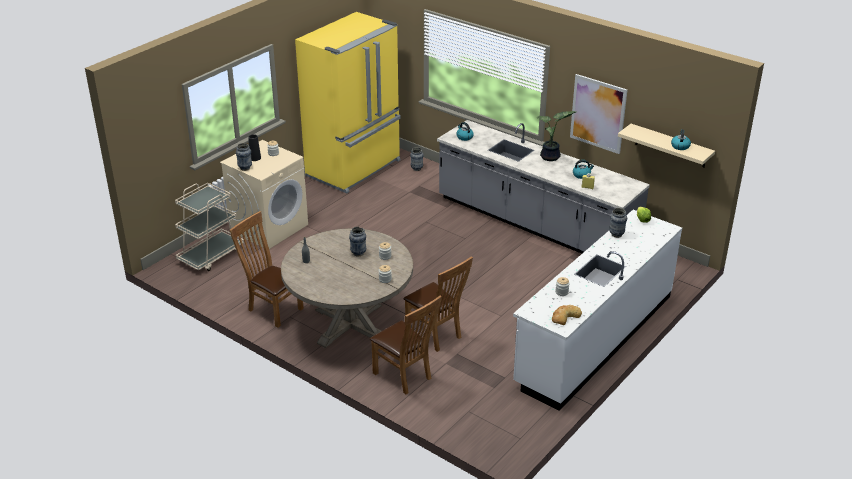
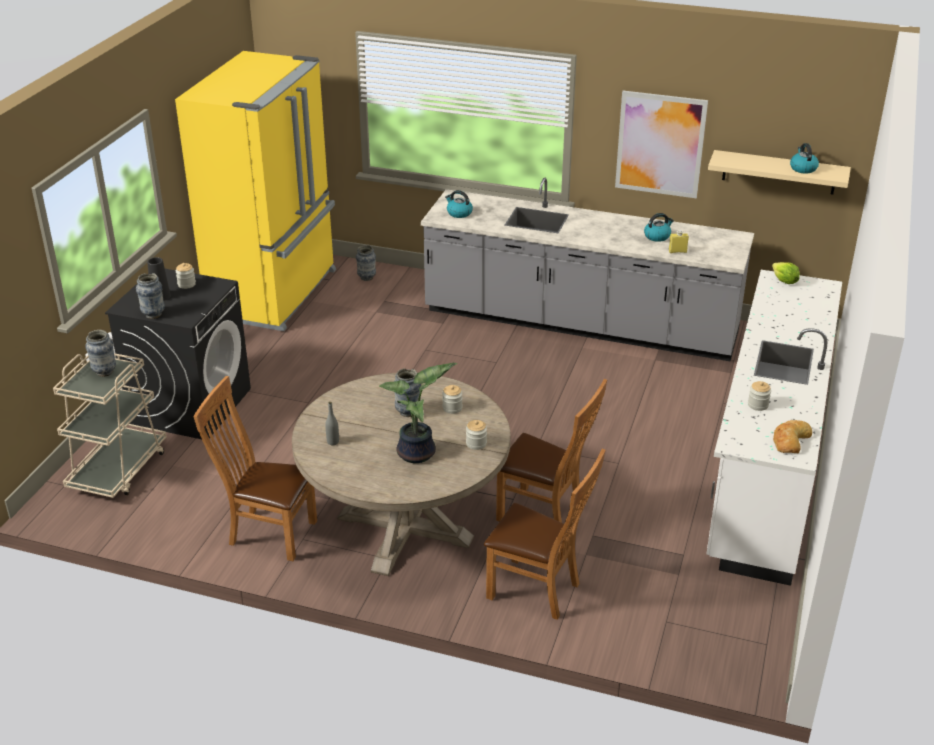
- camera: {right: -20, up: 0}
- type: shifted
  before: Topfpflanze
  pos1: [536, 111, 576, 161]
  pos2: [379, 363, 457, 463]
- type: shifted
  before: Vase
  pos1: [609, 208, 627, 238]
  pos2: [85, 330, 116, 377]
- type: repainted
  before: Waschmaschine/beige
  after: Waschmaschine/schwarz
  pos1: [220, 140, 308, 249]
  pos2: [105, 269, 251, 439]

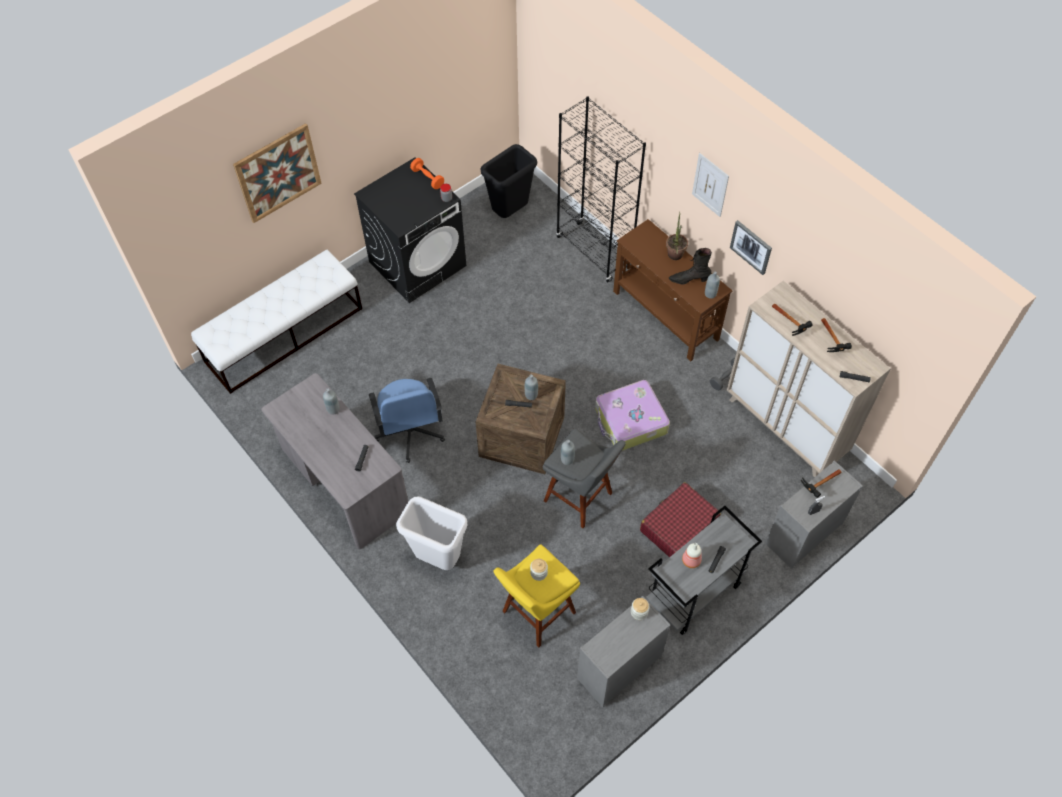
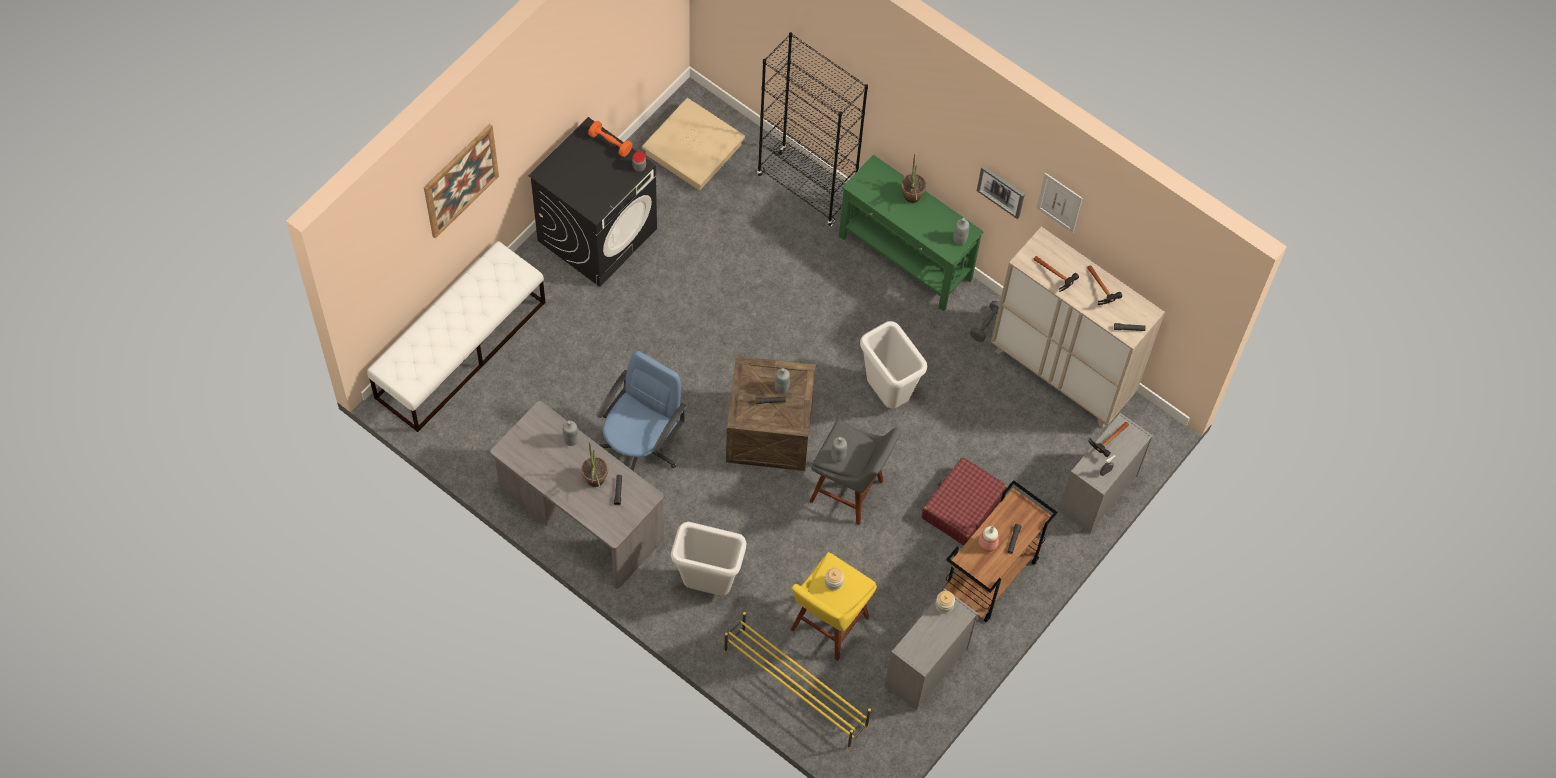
- camera: {right: -15, up: 5}
- type: gone
  before: Stiefel/schwarz
  pos1: [669, 248, 712, 284]
- type: new
  after: Topfpflanze
  pos2: [581, 442, 608, 487]
- type: new
  after: Schuhregal/gelb
  pos2: [724, 612, 871, 748]
- type: shifted
  before: Bild
  pos1: [692, 153, 729, 217]
  pos2: [1037, 173, 1083, 233]
- type: swapped
  before: Mülleimer/schwarz
  after: Aufbewahrungsbox/beige
  pos1: [481, 144, 537, 218]
  pos2: [642, 98, 745, 191]
- type: swapped
  before: Koffer
  after: Mülleimer/weiß
  pos1: [595, 380, 670, 451]
  pos2: [860, 321, 927, 409]
- type: repainted
  before: Konsolentisch/braun
  after: Konsolentisch/grün
  pos1: [613, 219, 732, 361]
  pos2: [839, 155, 984, 311]
- type: repainted
  before: Rollwagen/grau
  after: Rollwagen/braun
  pos1: [646, 506, 762, 635]
  pos2: [943, 480, 1057, 622]
- type: rotated
  before: Bürostuhl/blau
  pos1: [369, 378, 445, 463]
  pos2: [596, 351, 686, 471]
  turn: -120

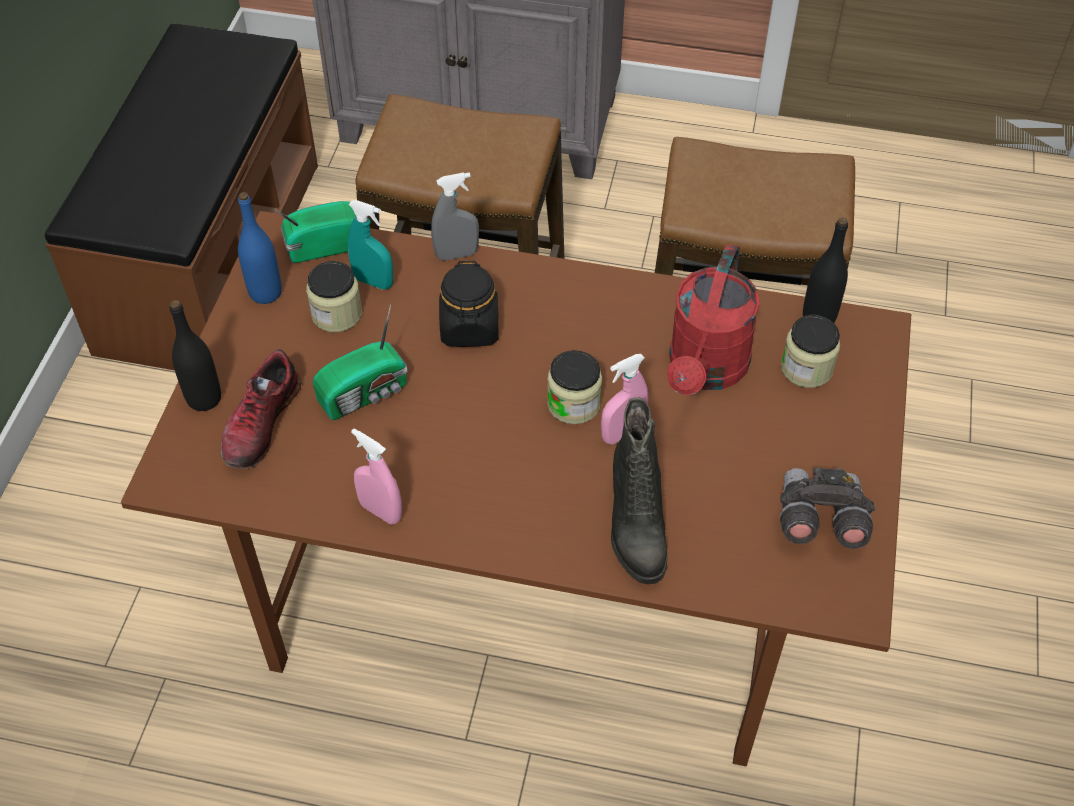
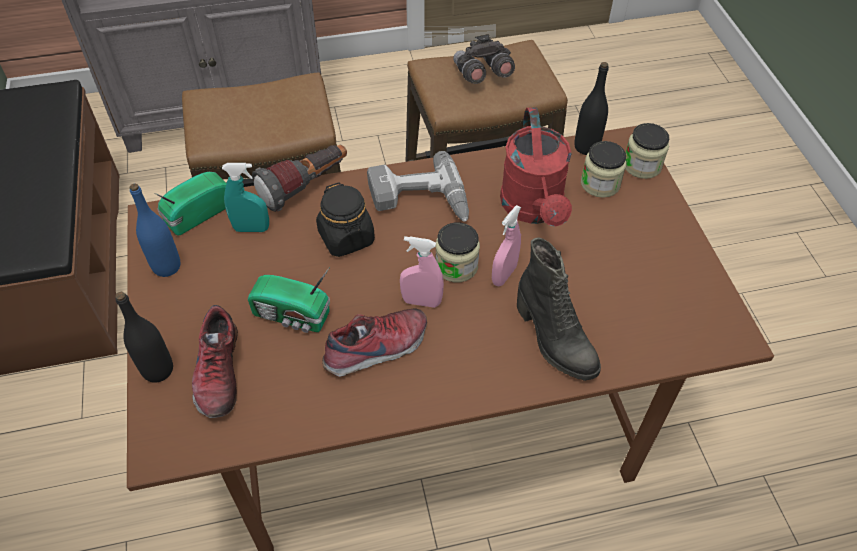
- camera: {right: -25, up: 0}
- type: new
  after: Schuh
  pos2: [322, 308, 427, 377]
- type: new
  after: Bohrmaschine
  pos2: [367, 151, 469, 222]
- type: shifted
  before: Vorratsglas
  pos1: [306, 261, 362, 332]
  pos2: [625, 123, 669, 179]
- type: shifted
  before: Sprühflasche/rosa
  pos1: [351, 428, 402, 524]
  pos2: [400, 236, 444, 308]
- type: shifted
  before: Fernglas/grau
  pos1: [780, 467, 875, 549]
  pos2: [453, 34, 515, 84]
- type: swapped
  before: Sprühflasche/grau
  after: Taschenlampe
  pos1: [431, 172, 479, 261]
  pos2: [252, 145, 347, 212]
- type: rotated
  before: Radio
  pos1: [313, 304, 407, 420]
  pos2: [248, 267, 330, 333]
  turn: 75

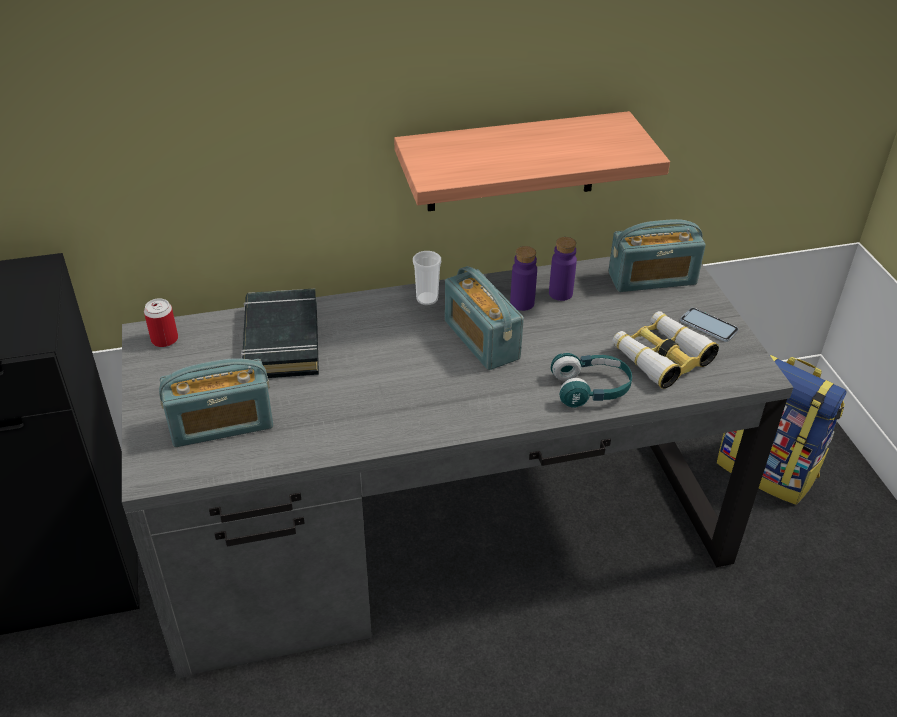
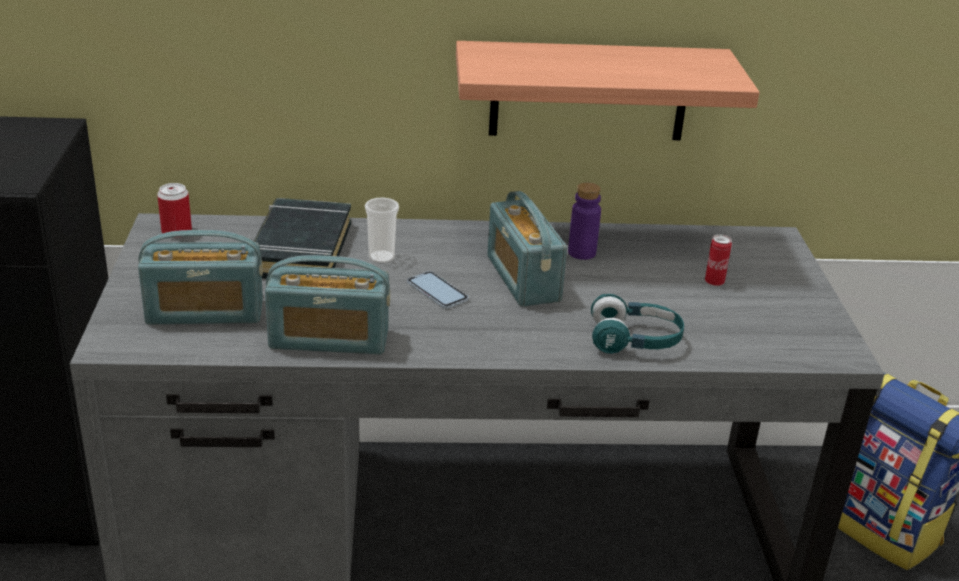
- camera: {right: 10, up: -10}
- type: gone
  before: Flasche/lila
  pos1: [549, 237, 577, 301]
- type: gone
  before: Fernglas
  pos1: [612, 311, 719, 389]
- type: new
  after: Dose
  pos2: [705, 234, 732, 287]
- type: shifted
  before: Tasse
  pos1: [413, 251, 441, 305]
  pos2: [365, 197, 399, 264]
- type: shifted
  before: Radio
  pos1: [608, 219, 706, 292]
  pos2: [265, 255, 390, 354]
- type: shifted
  before: Handy
  pos1: [680, 308, 739, 342]
  pos2: [407, 271, 468, 309]

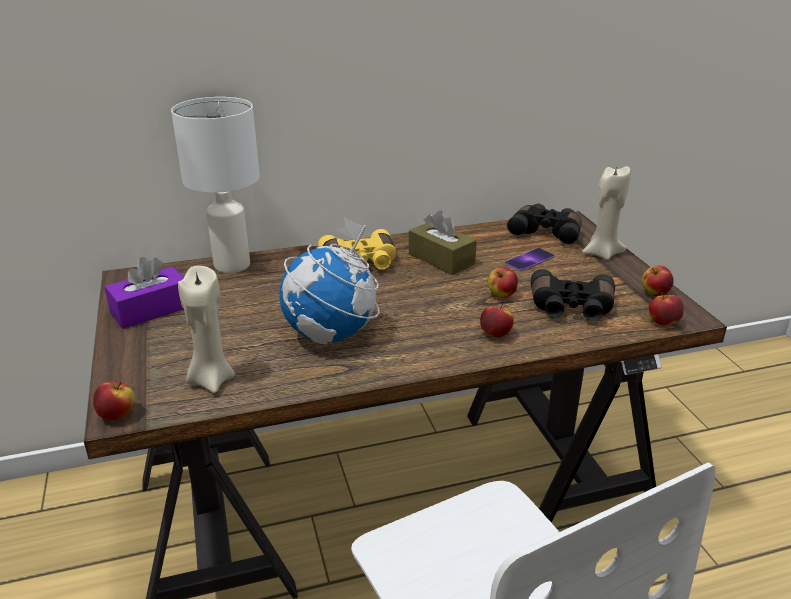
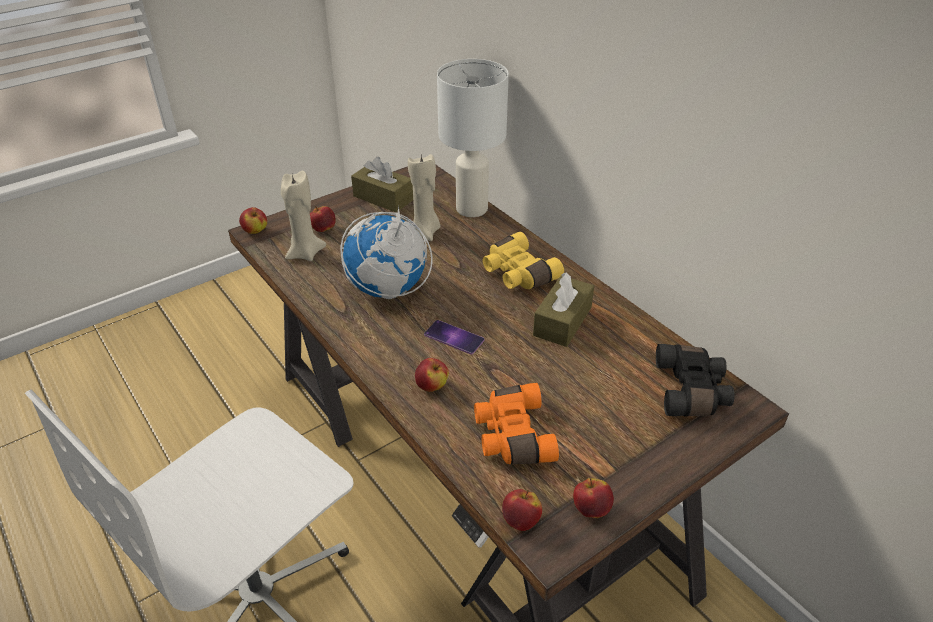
- camera: {right: 70, up: 10}
- type: shifted
  before: Apfel
  pos1: [488, 267, 518, 298]
  pos2: [310, 206, 336, 232]
- type: shifted
  before: Handy
  pos1: [505, 248, 555, 272]
  pos2: [424, 320, 484, 355]
- type: shifted
  before: Kerze/beige
  pos1: [582, 166, 631, 260]
  pos2: [408, 154, 441, 241]
- type: repainted
  before: Taschentuchbox/lila
  after: Taschentuchbox/braun
  pos1: [104, 257, 184, 329]
  pos2: [351, 157, 413, 213]
- type: repainted
  before: Fernglas/schwarz
  after: Fernglas/orange
  pos1: [531, 269, 615, 321]
  pos2: [474, 383, 559, 464]

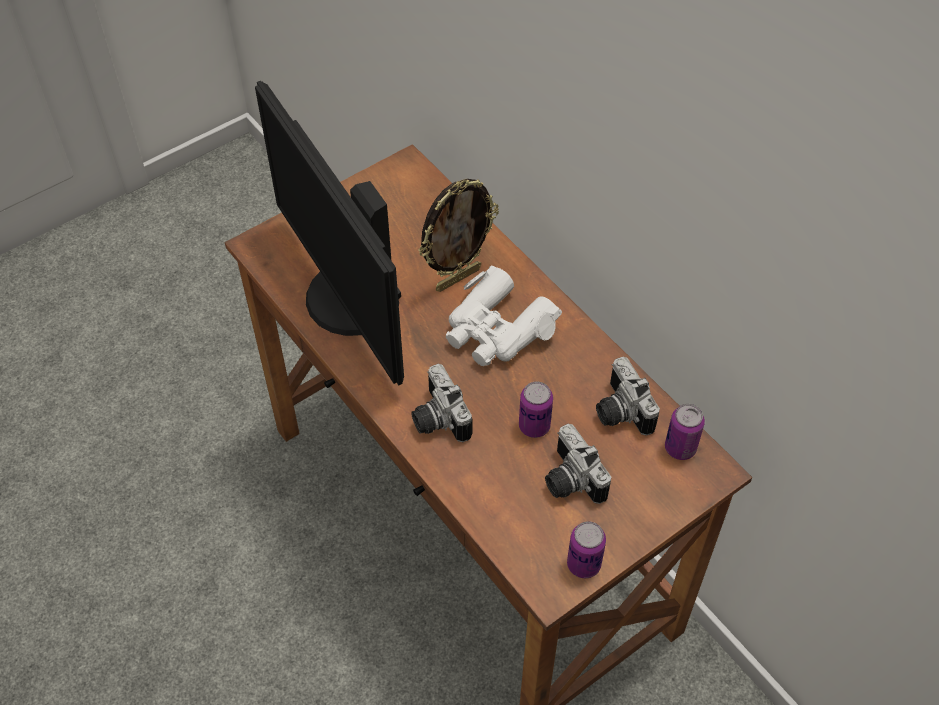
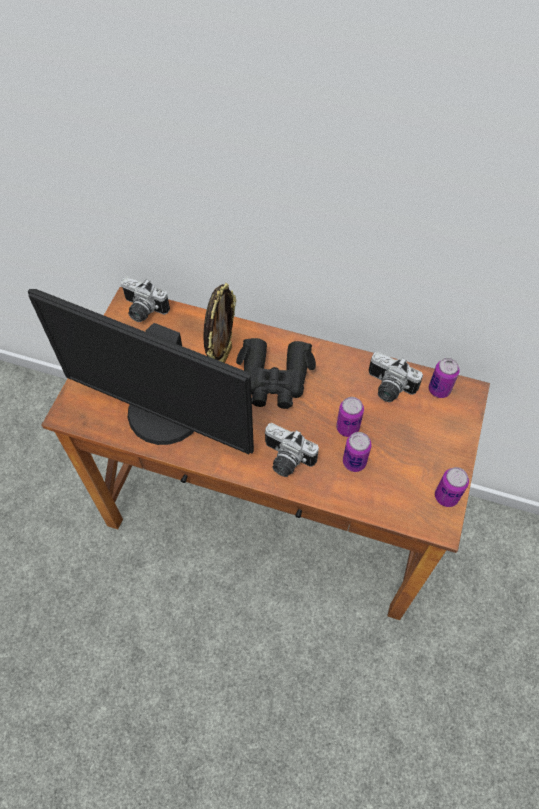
- camera: {right: -35, up: 5}
- type: new
  after: Dose
  pos2: [343, 432, 371, 472]
- type: shifted
  before: Kamera
  pos1: [545, 424, 611, 504]
  pos2: [121, 277, 170, 322]
- type: repainted
  before: Fernglas/weiß
  after: Fernglas/schwarz
  pos1: [446, 265, 562, 366]
  pos2: [236, 338, 316, 409]

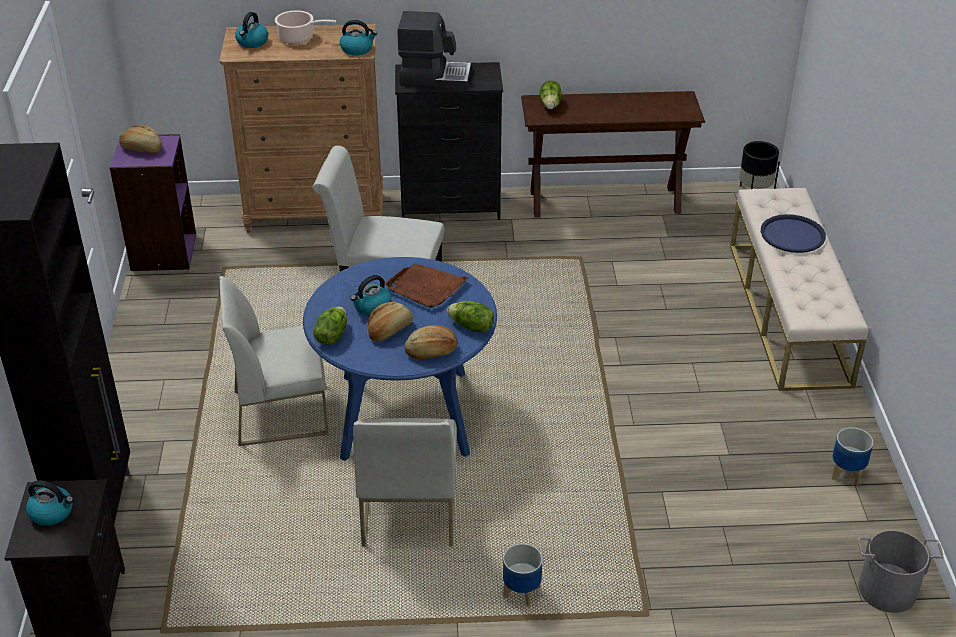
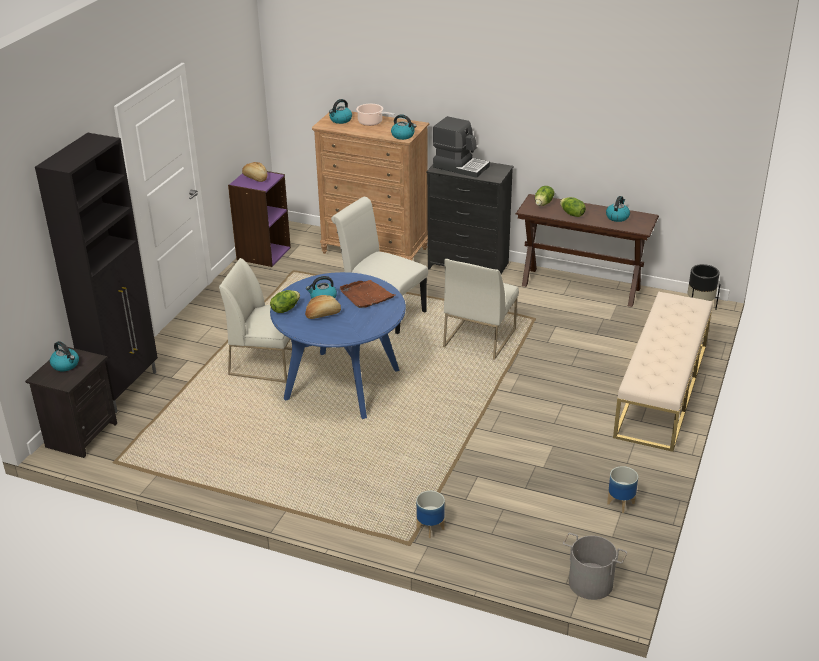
- camera: {right: 25, up: -5}
- type: gone
  before: Brot
  pos1: [404, 325, 458, 359]
- type: gone
  before: Tablett/blau
  pos1: [761, 214, 826, 253]
- type: new
  after: Wasserkessel
  pos2: [606, 196, 630, 222]
- type: shifted
  before: Stuhl/weiß
  pos1: [353, 418, 457, 547]
  pos2: [443, 259, 519, 360]
- type: shifted
  before: Salatkopf
  pos1: [447, 301, 494, 332]
  pos2: [560, 197, 586, 217]
- type: shifted
  before: Pflanzkübel
  pos1: [503, 544, 542, 607]
  pos2: [416, 491, 445, 538]

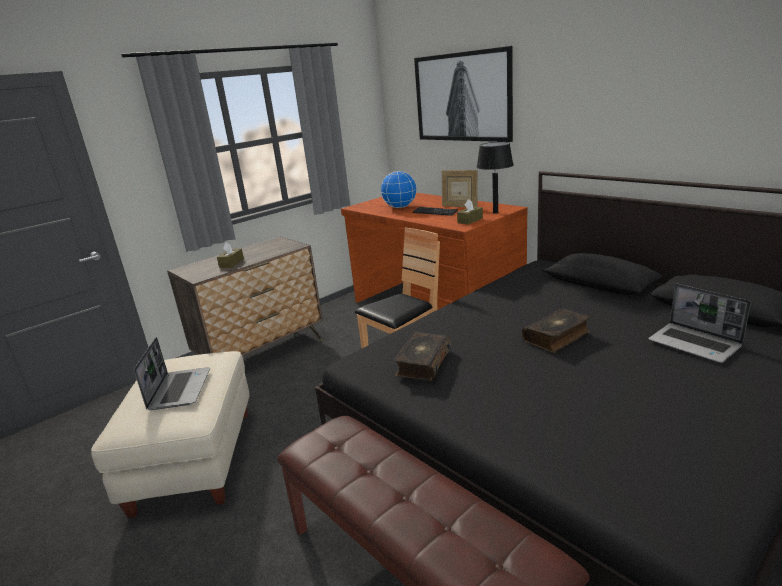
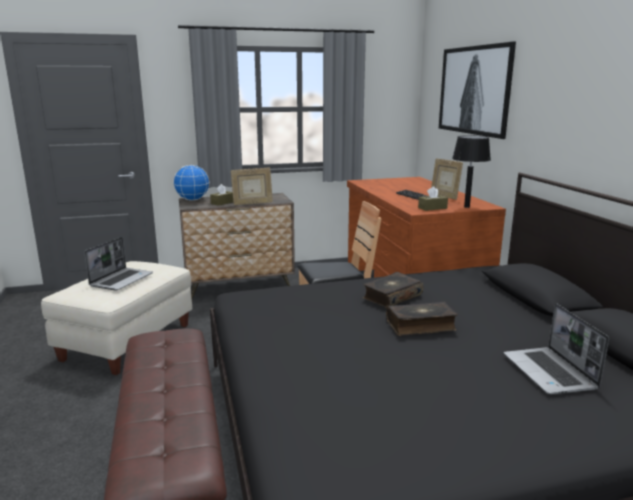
- camera: {right: 25, up: -5}
- type: new
  after: Bilderrahmen
  pos2: [231, 168, 273, 205]
- type: shifted
  before: Globus
  pos1: [380, 171, 417, 208]
  pos2: [173, 165, 210, 201]
- type: shifted
  before: Buch
  pos1: [394, 331, 451, 381]
  pos2: [363, 272, 424, 308]

